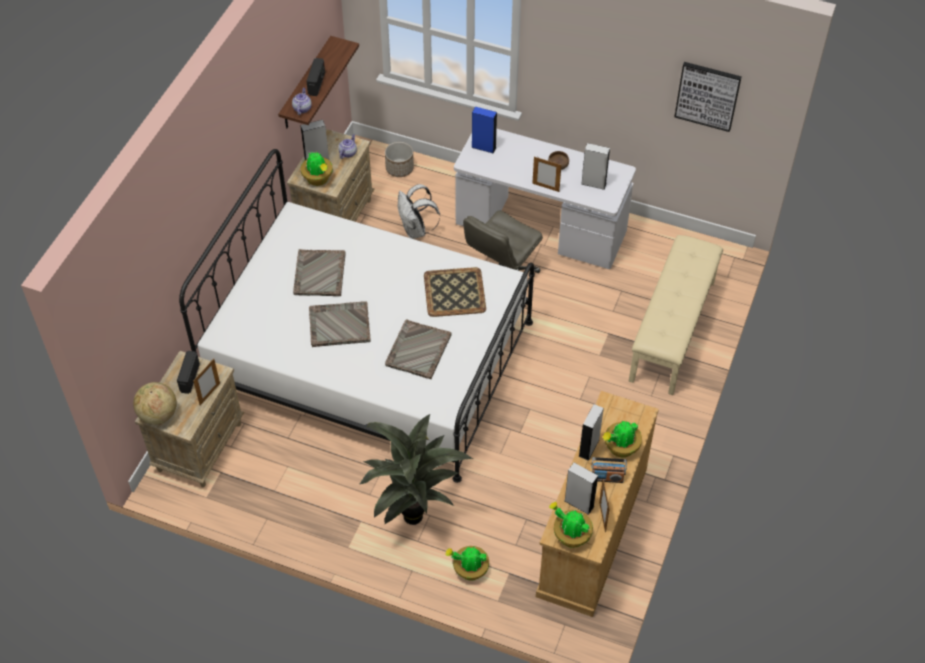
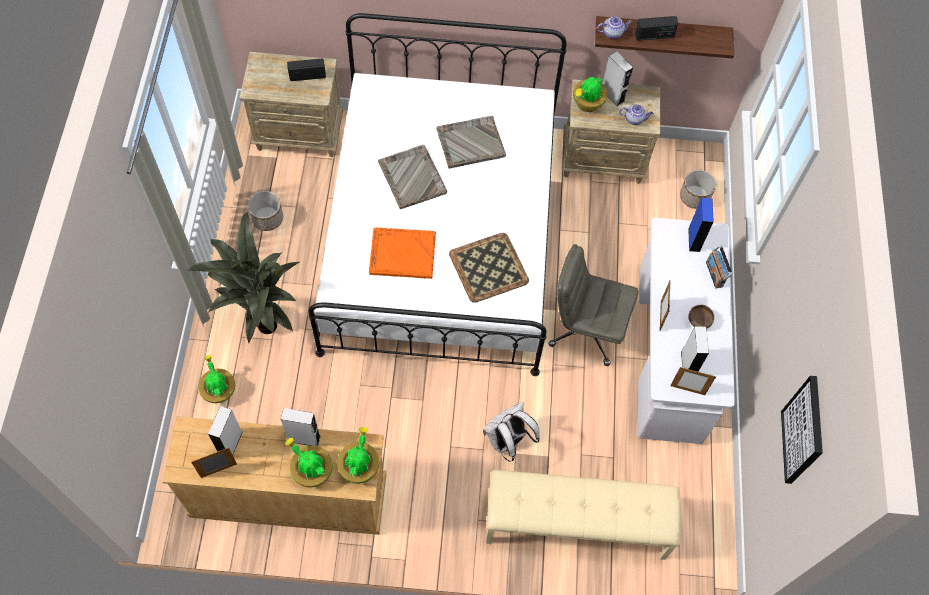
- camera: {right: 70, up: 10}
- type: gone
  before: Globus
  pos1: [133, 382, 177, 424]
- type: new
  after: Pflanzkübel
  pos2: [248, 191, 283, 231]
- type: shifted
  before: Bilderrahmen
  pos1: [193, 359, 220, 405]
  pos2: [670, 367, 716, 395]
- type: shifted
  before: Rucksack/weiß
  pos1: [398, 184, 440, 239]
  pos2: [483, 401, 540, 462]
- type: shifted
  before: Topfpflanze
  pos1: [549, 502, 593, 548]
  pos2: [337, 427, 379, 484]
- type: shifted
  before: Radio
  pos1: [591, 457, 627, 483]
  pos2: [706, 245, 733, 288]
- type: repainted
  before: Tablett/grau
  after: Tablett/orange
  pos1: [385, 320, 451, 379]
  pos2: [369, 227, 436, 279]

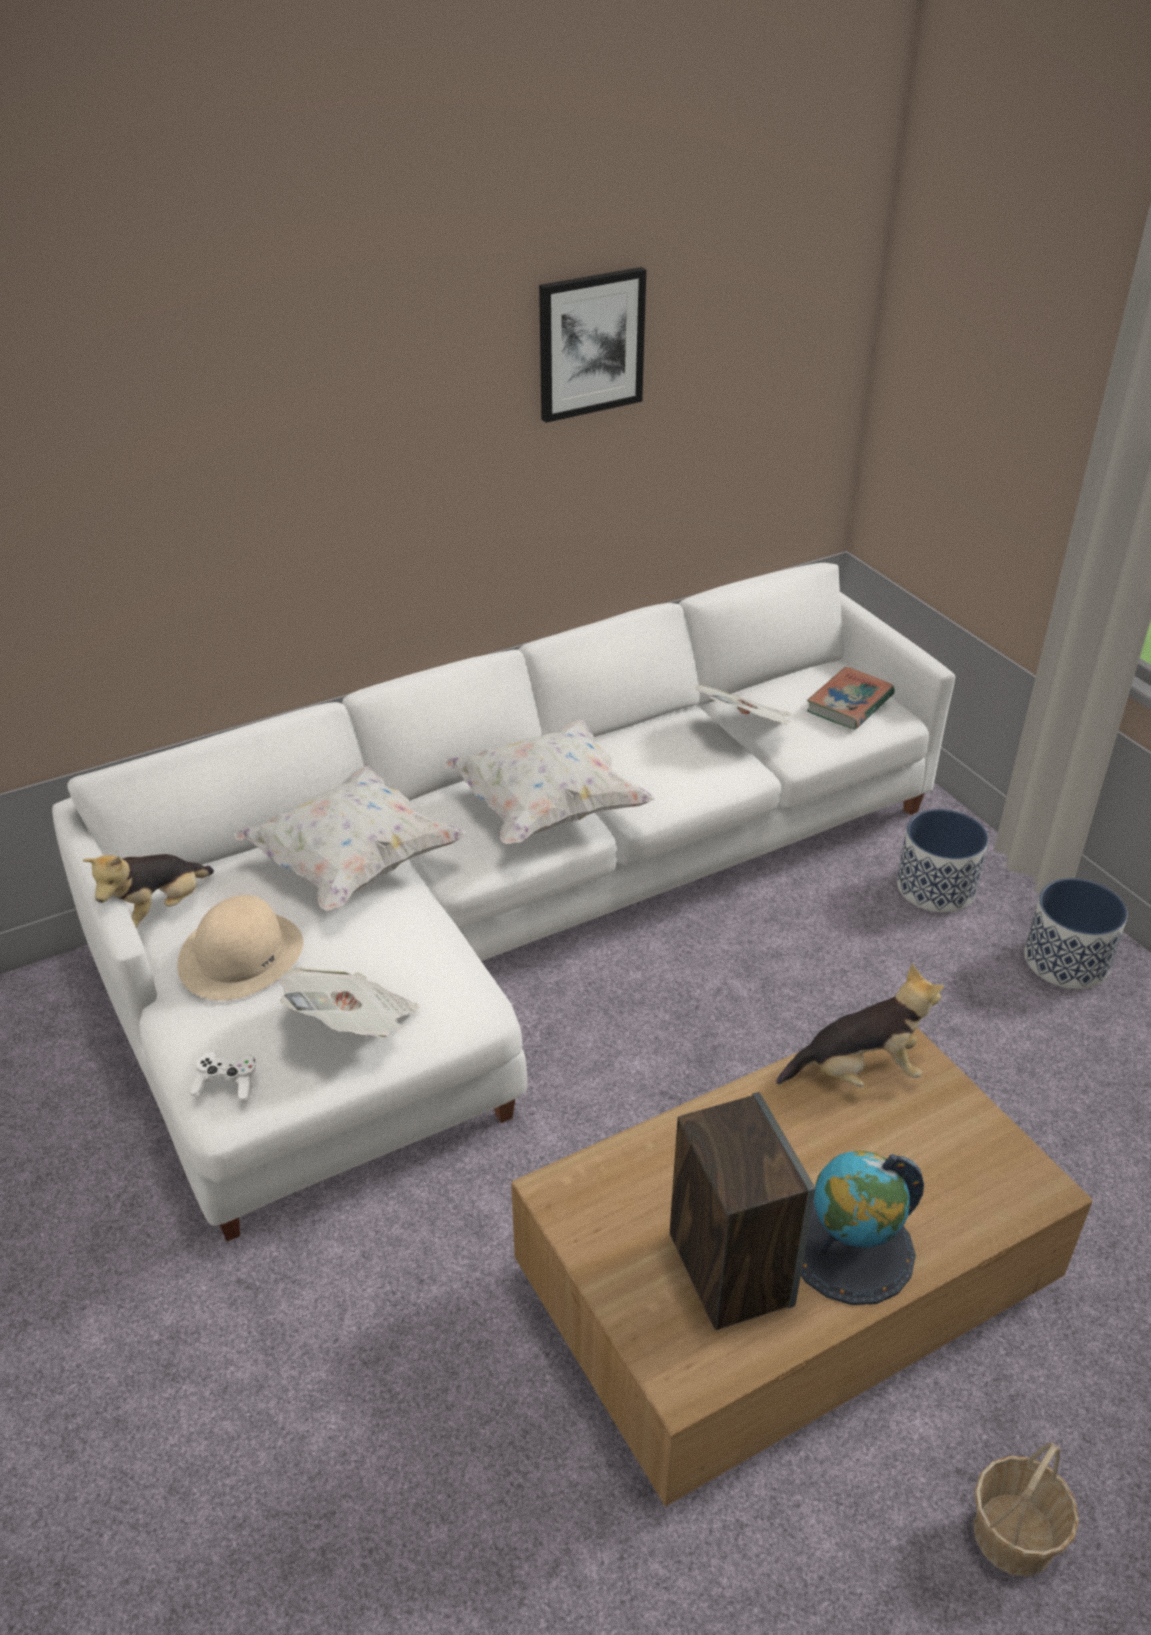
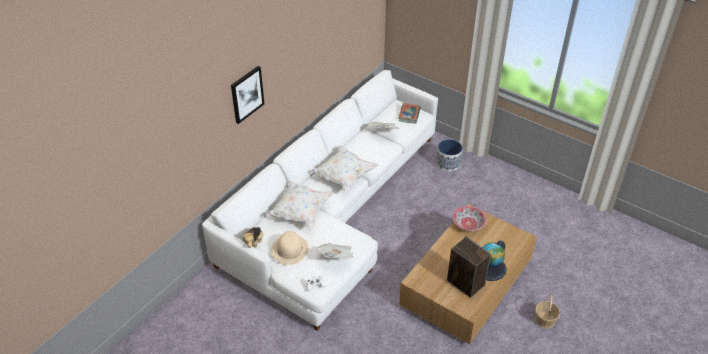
- camera: {right: -25, up: 5}
- type: gone
  before: Pflanzkübel
  pos1: [1024, 878, 1127, 989]
- type: shifted
  before: Bild
  pos1: [539, 267, 646, 423]
  pos2: [231, 66, 264, 124]
- type: swapped
  before: Plüschtier
  after: Schüssel
  pos1: [776, 964, 944, 1087]
  pos2: [453, 206, 486, 231]

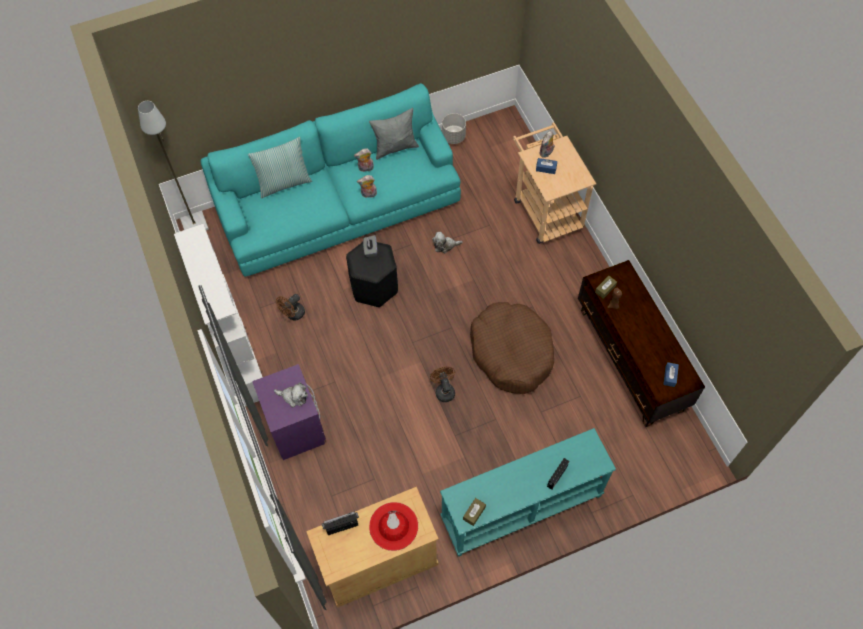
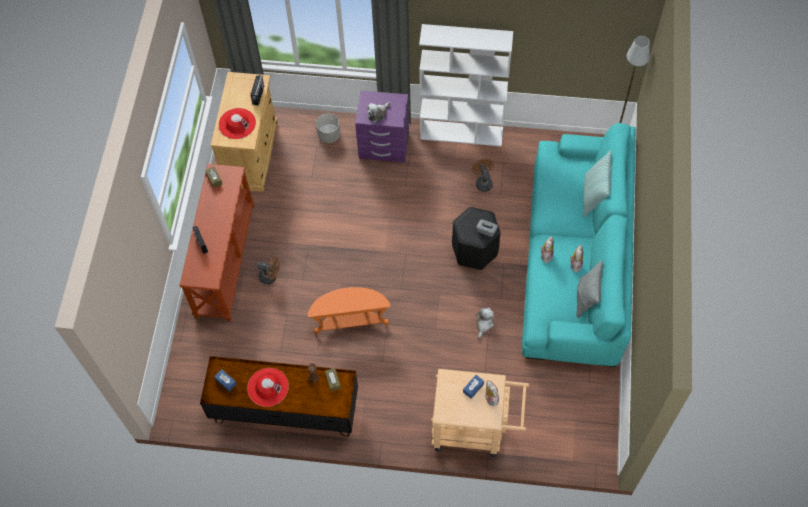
- camera: {right: 120, up: 0}
- type: new
  after: Hut/rot
  pos2: [247, 368, 289, 407]
- type: shifted
  before: Ventilator/braun
  pos1: [430, 367, 455, 402]
  pos2: [257, 257, 280, 284]
- type: shifted
  before: Pflanzkübel/grau
  pos1: [442, 113, 466, 144]
  pos2: [316, 114, 340, 143]
- type: swapped
  before: Hundebett/braun
  after: Beistelltisch/orange
  pos1: [470, 302, 554, 394]
  pos2: [308, 287, 391, 335]
- type: repainted
  before: Konsolentisch/türkis
  after: Konsolentisch/braun
  pos1: [440, 428, 616, 557]
  pos2: [180, 164, 254, 322]

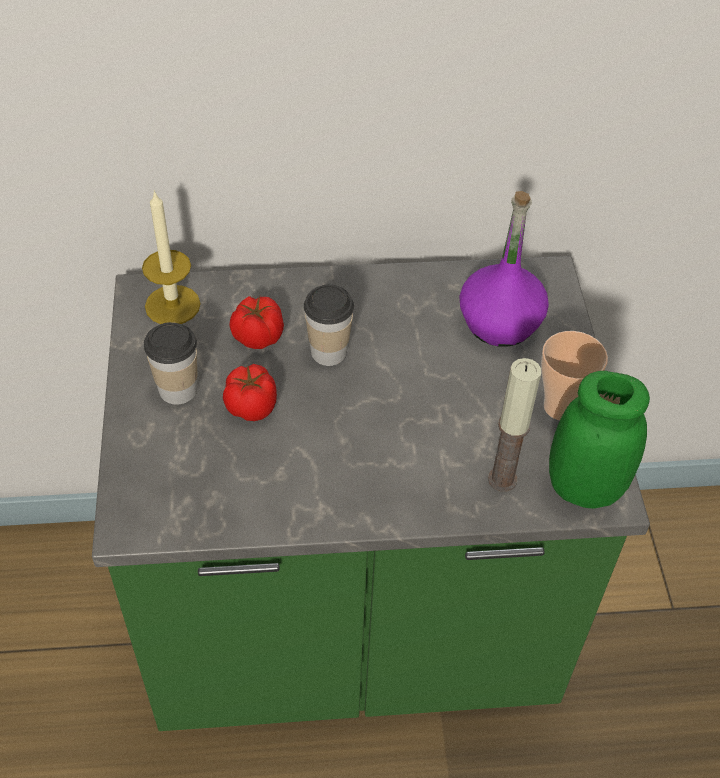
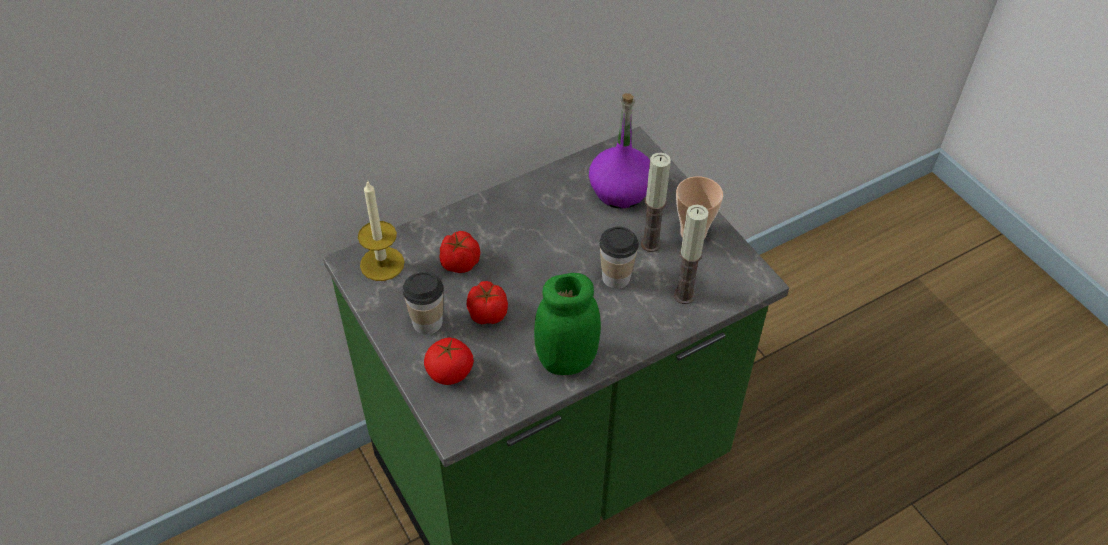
- camera: {right: -25, up: 0}
- type: new
  after: Tomate
  pos2: [424, 338, 474, 385]
- type: new
  after: Kerze
  pos2: [641, 153, 671, 252]
- type: shifted
  before: Tasse
  pos1: [304, 284, 354, 366]
  pos2: [599, 227, 639, 289]
- type: shifted
  before: Vorratsglas/grün
  pos1: [549, 371, 650, 508]
  pos2: [534, 273, 601, 375]

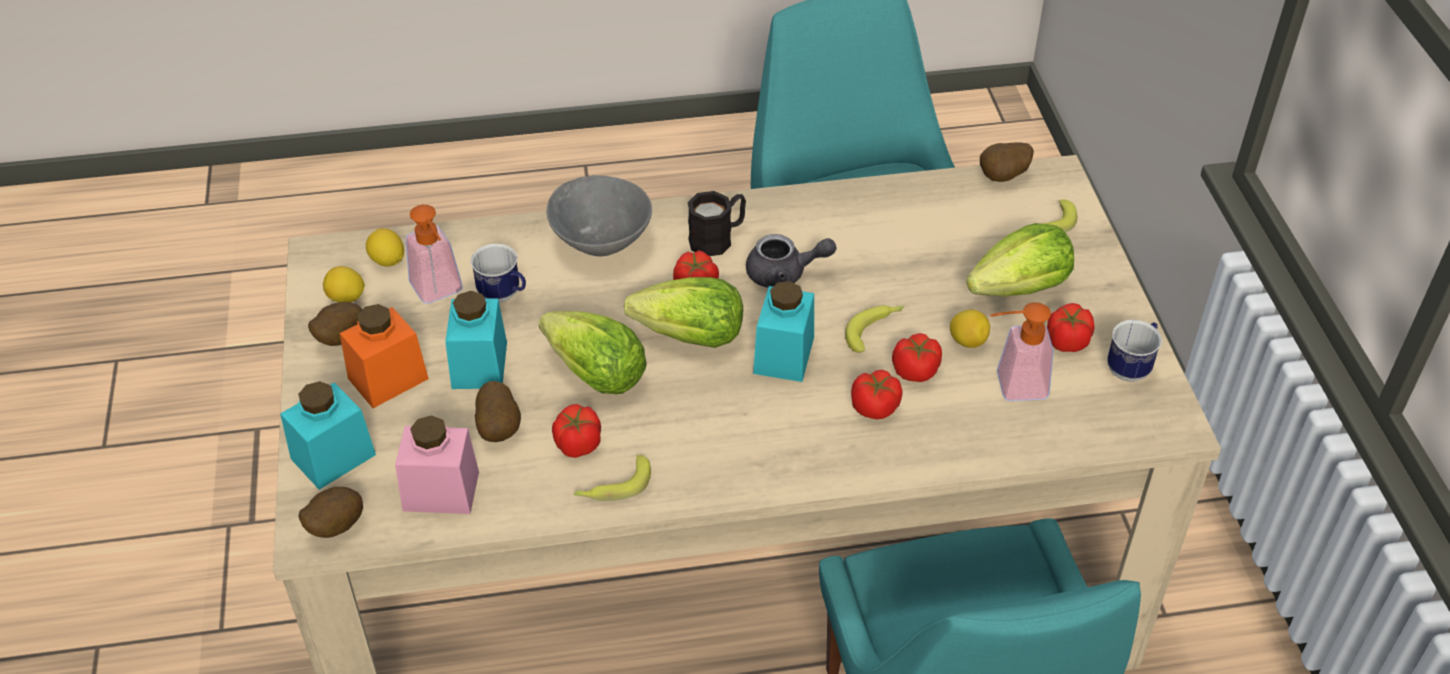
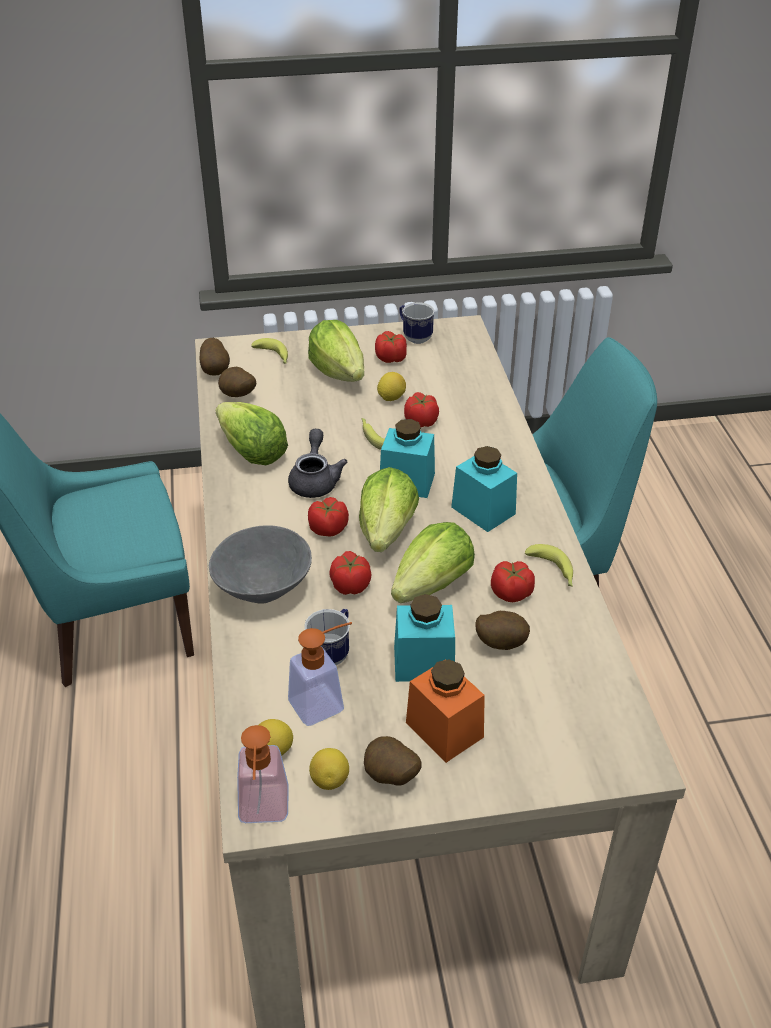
- camera: {right: -90, up: -5}
- type: gone
  before: Vorratsglas/rosa
  pos1: [395, 415, 479, 514]
- type: gone
  before: Henkelbecher/schwarz
  pos1: [688, 191, 746, 256]
- type: new
  after: Salatkopf
  pos2: [215, 402, 288, 465]
- type: shifted
  before: Vorratsglas/türkis
  pos1: [280, 381, 376, 490]
  pos2: [451, 446, 517, 532]
- type: shifted
  before: Kartoffel
  pos1: [298, 487, 363, 538]
  pos2: [218, 367, 256, 397]
- type: shifted
  before: Tomate
  pos1: [851, 370, 902, 419]
  pos2: [329, 551, 371, 595]
- type: shifted
  before: Seifenspender
  pos1: [990, 302, 1054, 401]
  pos2: [237, 725, 289, 823]

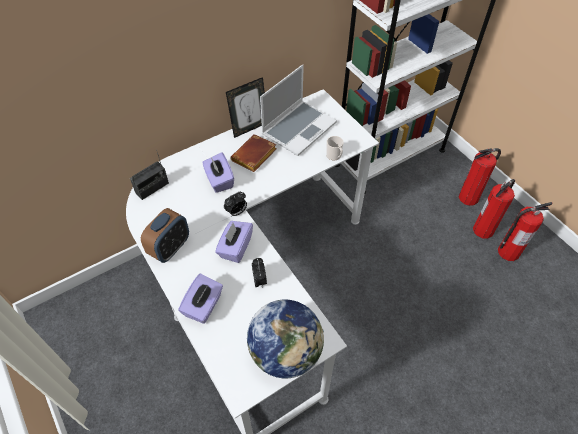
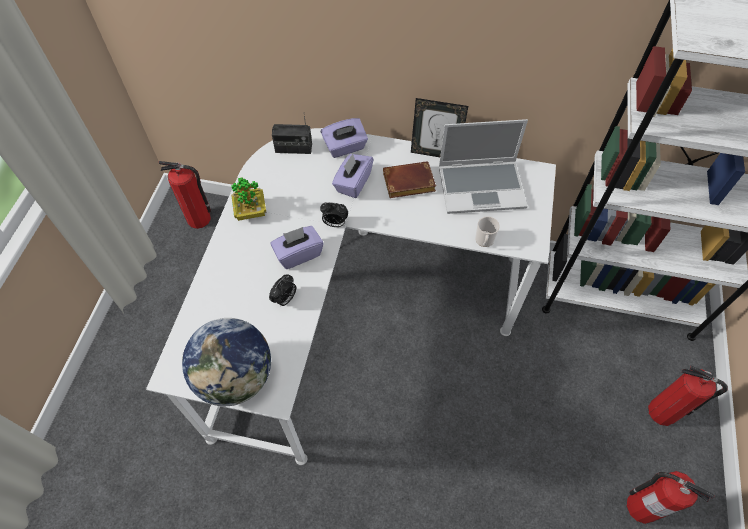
- camera: {right: 45, up: 5}
- type: shifted
  before: Taschentuchbox/lila
  pos1: [178, 273, 223, 324]
  pos2: [321, 118, 368, 158]
- type: shifted
  before: Feuerlöscher
  pos1: [473, 179, 515, 239]
  pos2: [159, 161, 211, 229]
- type: swapped
  before: Wecker
  after: Topfpflanze
  pos1: [141, 208, 189, 263]
  pos2: [231, 177, 267, 221]

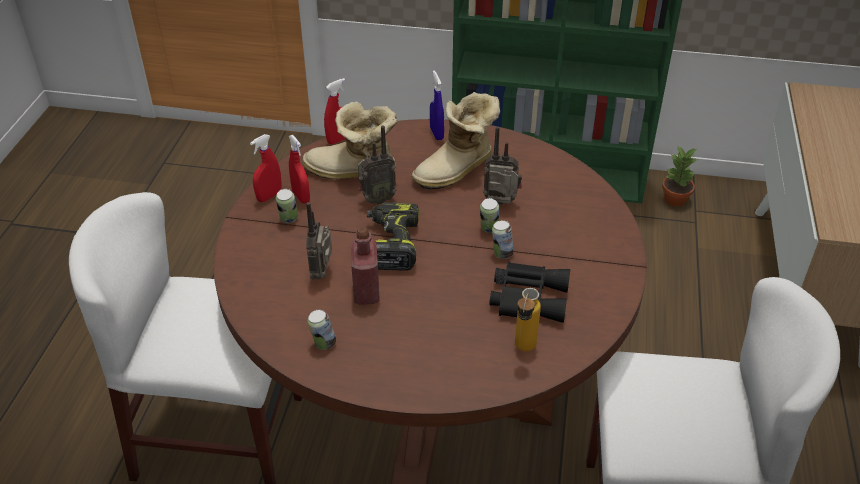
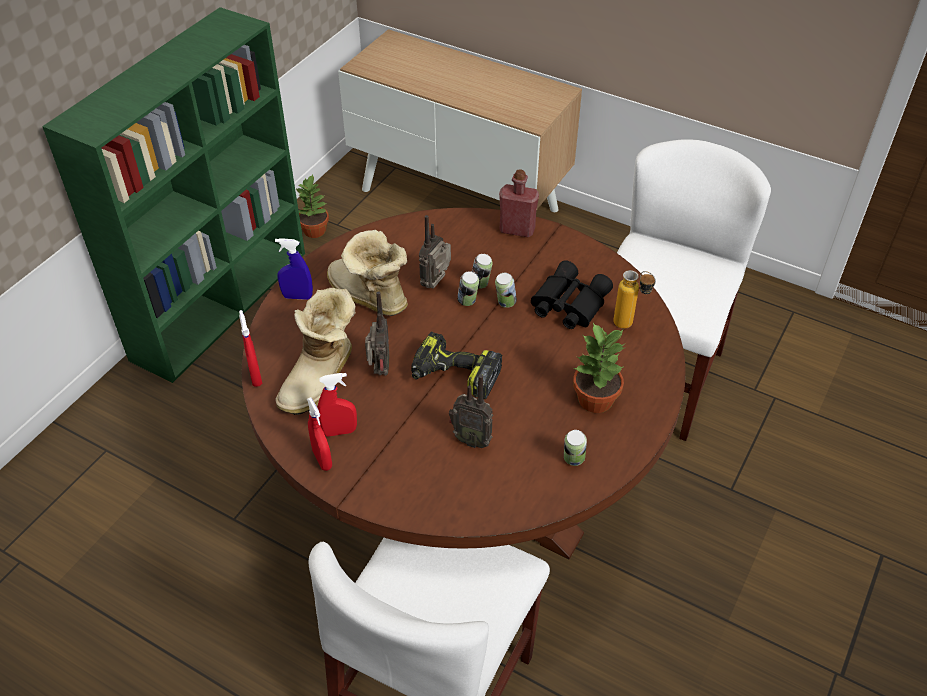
- camera: {right: -70, up: 5}
- type: new
  after: Topfpflanze
  pos2: [573, 323, 626, 413]
- type: shifted
  before: Dose
  pos1: [276, 189, 298, 223]
  pos2: [472, 254, 493, 289]
- type: shifted
  before: Flasche/rot
  pos1: [351, 227, 380, 305]
  pos2: [499, 169, 539, 237]
- type: rotated
  before: Stiefel
  pos1: [412, 92, 500, 189]
  pos2: [327, 230, 408, 316]
  turn: 150

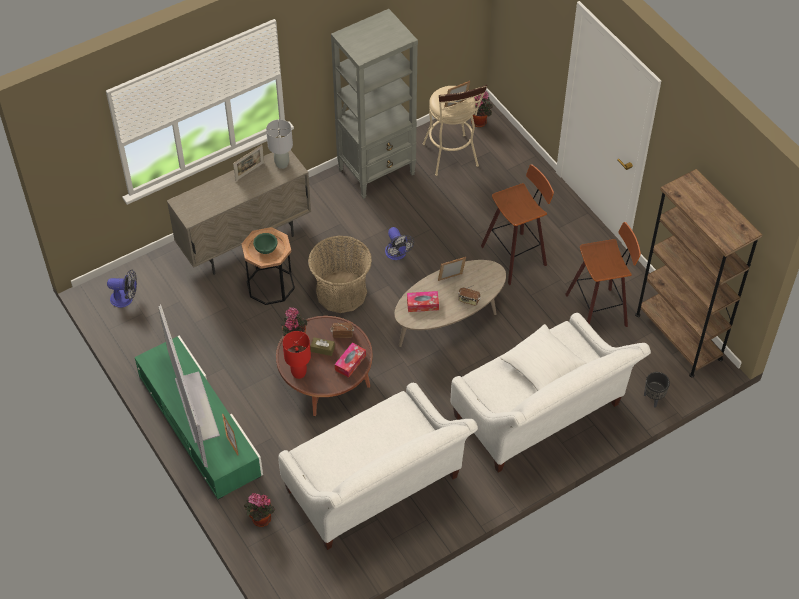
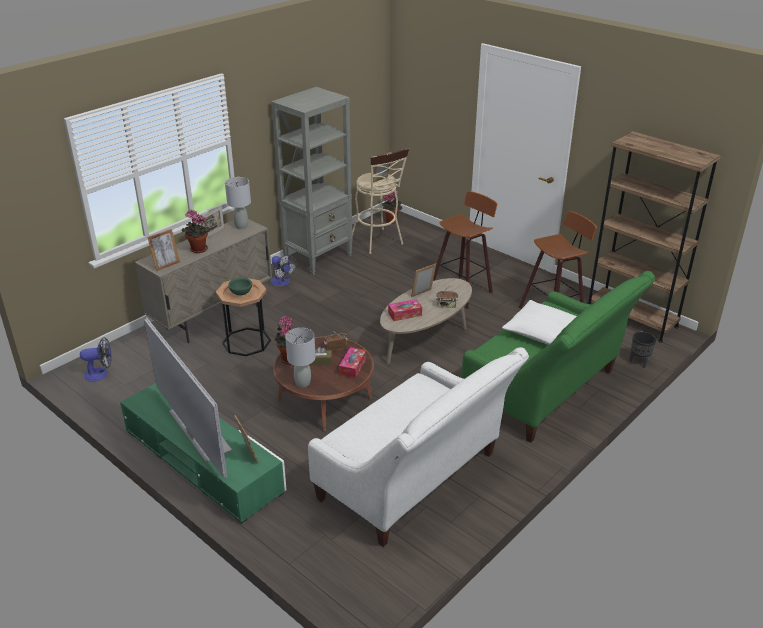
- camera: {right: -15, up: -20}
- type: gone
  before: Korb
  pos1: [308, 236, 372, 313]
- type: new
  after: Bilderrahmen
  pos2: [148, 229, 180, 271]
- type: shifted
  before: Topfpflanze
  pos1: [244, 493, 275, 527]
  pos2: [181, 210, 210, 253]
- type: shifted
  before: Ventilator
  pos1: [385, 227, 414, 260]
  pos2: [271, 255, 297, 286]
- type: repainted
  before: Tischlampe/rot
  after: Tischlampe/grau
  pos1: [283, 331, 311, 379]
  pos2: [285, 328, 316, 388]
- type: repainted
  before: Sofa/weiß
  after: Sofa/grün
  pos1: [451, 313, 651, 473]
  pos2: [462, 271, 655, 443]

